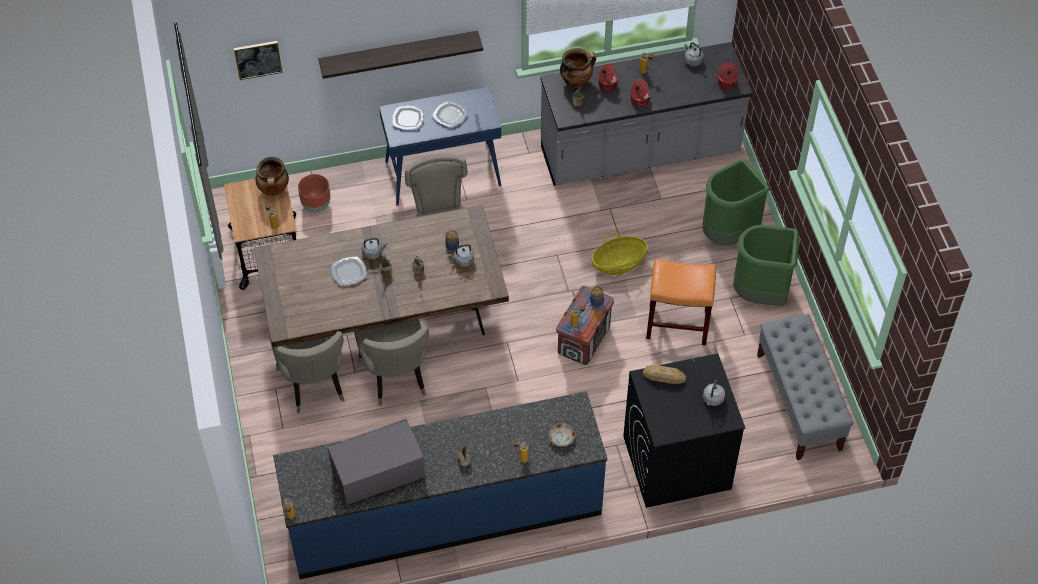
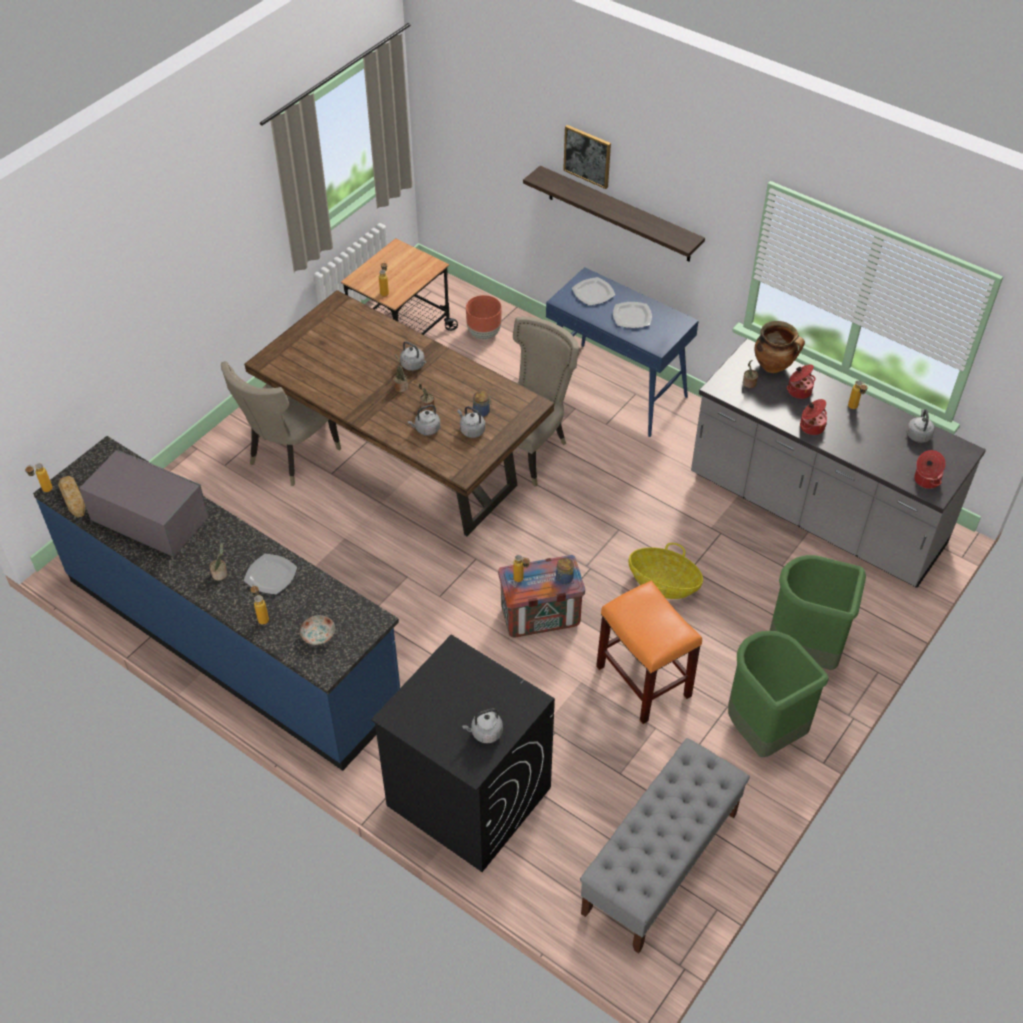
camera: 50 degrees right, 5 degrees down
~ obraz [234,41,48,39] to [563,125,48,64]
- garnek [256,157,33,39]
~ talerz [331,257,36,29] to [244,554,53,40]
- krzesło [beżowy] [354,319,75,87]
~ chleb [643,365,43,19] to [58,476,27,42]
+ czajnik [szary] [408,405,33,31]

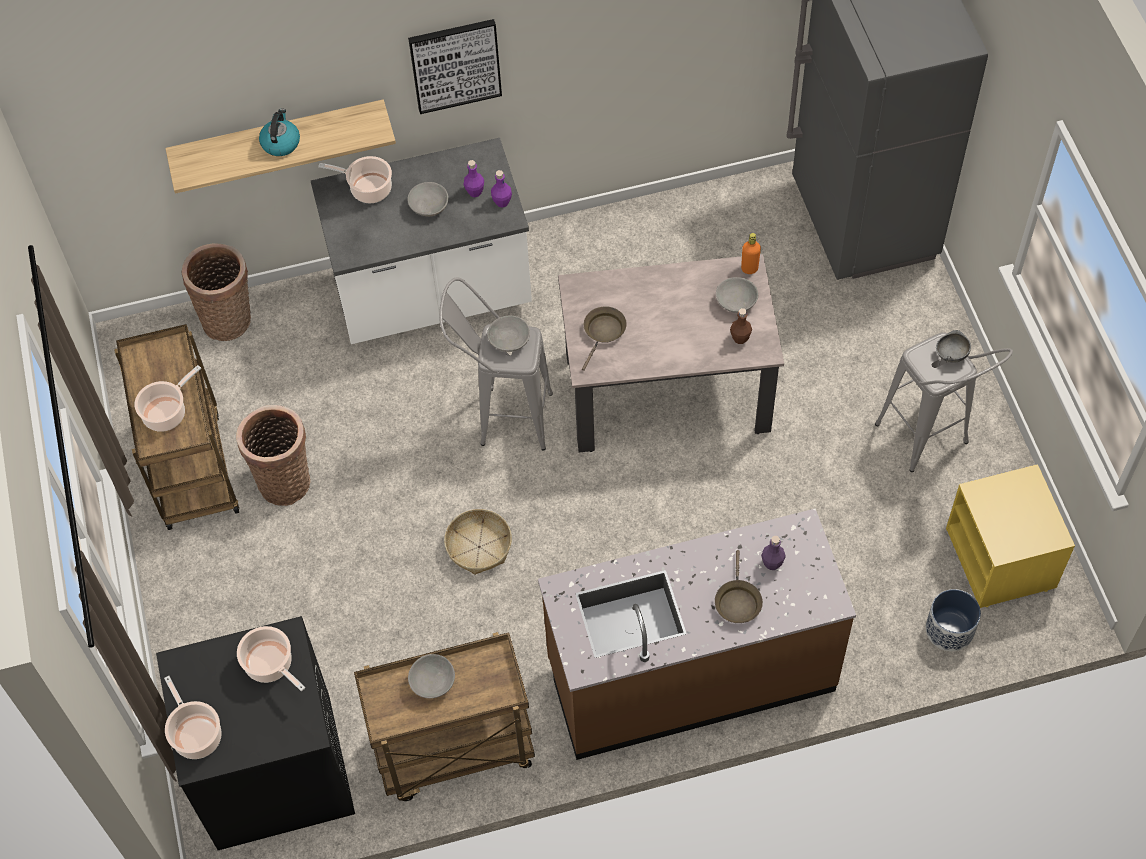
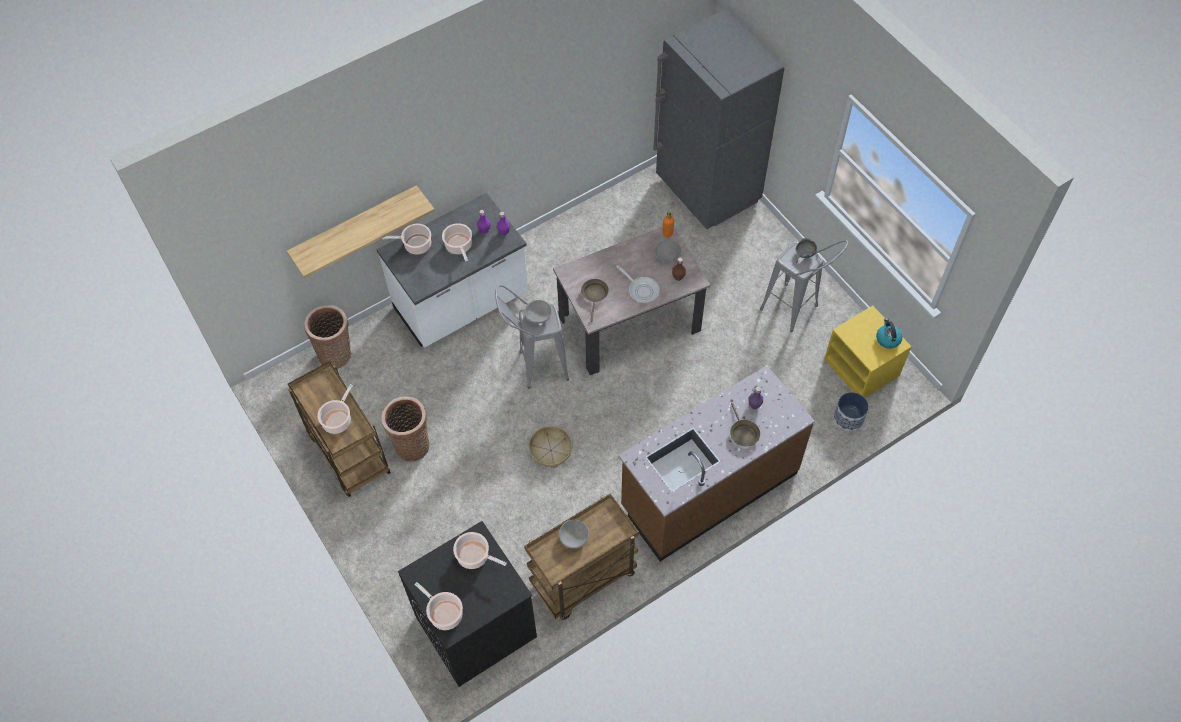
camera: 20 degrees left, 0 degrees up
~ czajnik [259,109,41,47] to [876,318,26,31]
- obraz [408,19,94,95]
~ miska [szary] [408,182,41,35] to garnek [442,223,30,39]
+ patelnia [616,265,44,38]

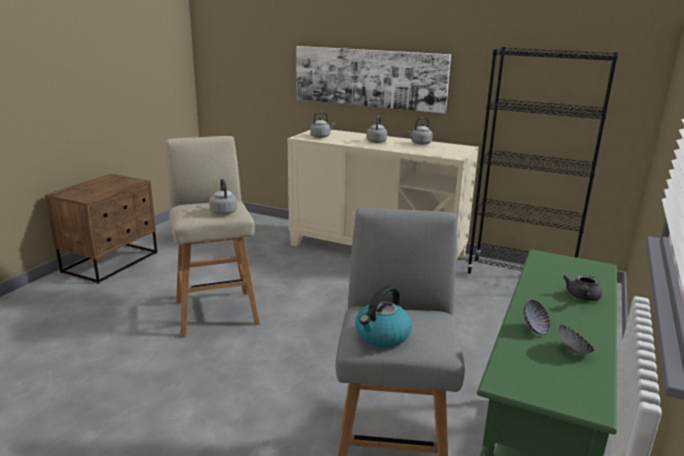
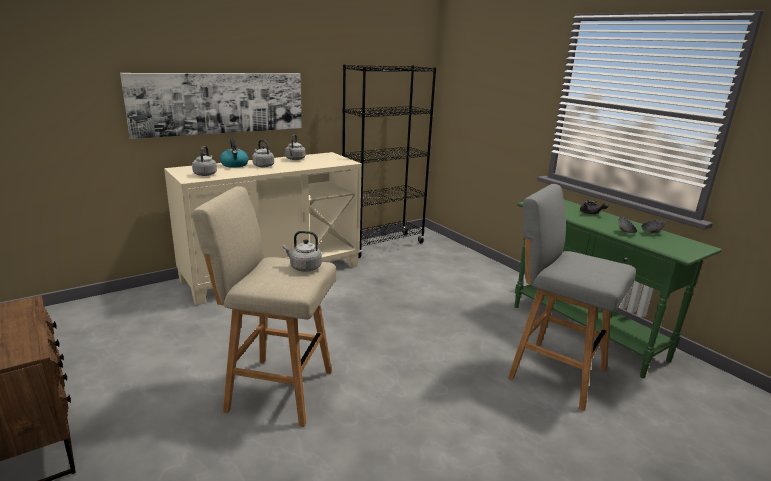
camera: 60 degrees left, 0 degrees up
~ czajnik [355,285,57,63] to [220,138,29,30]

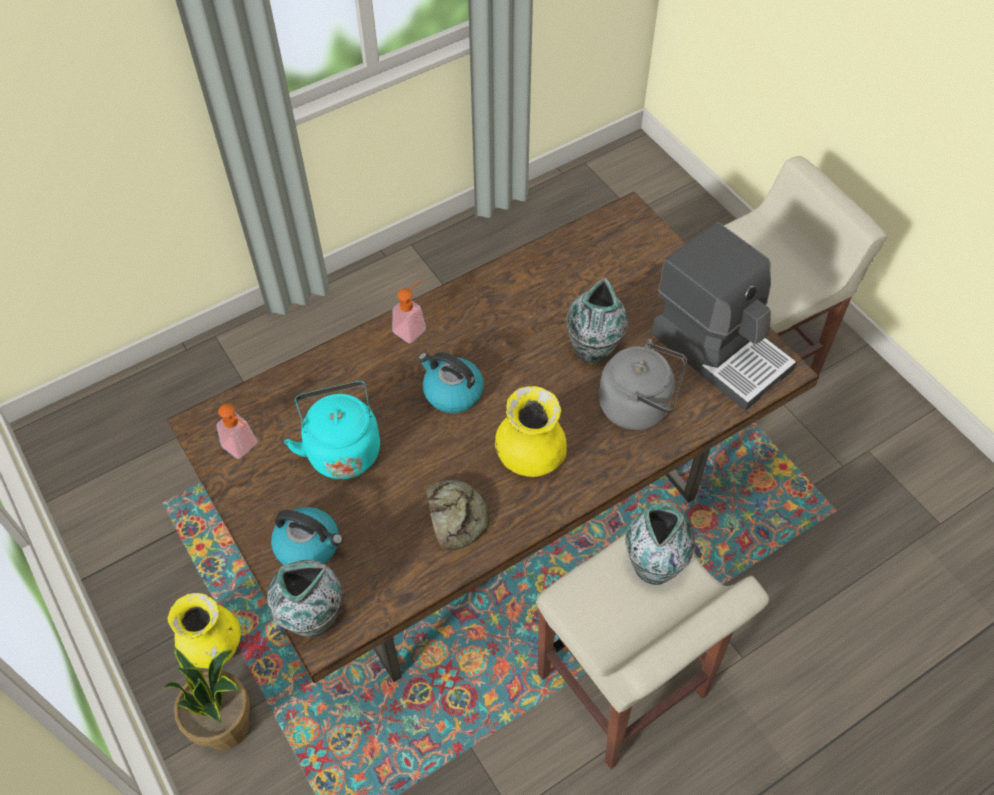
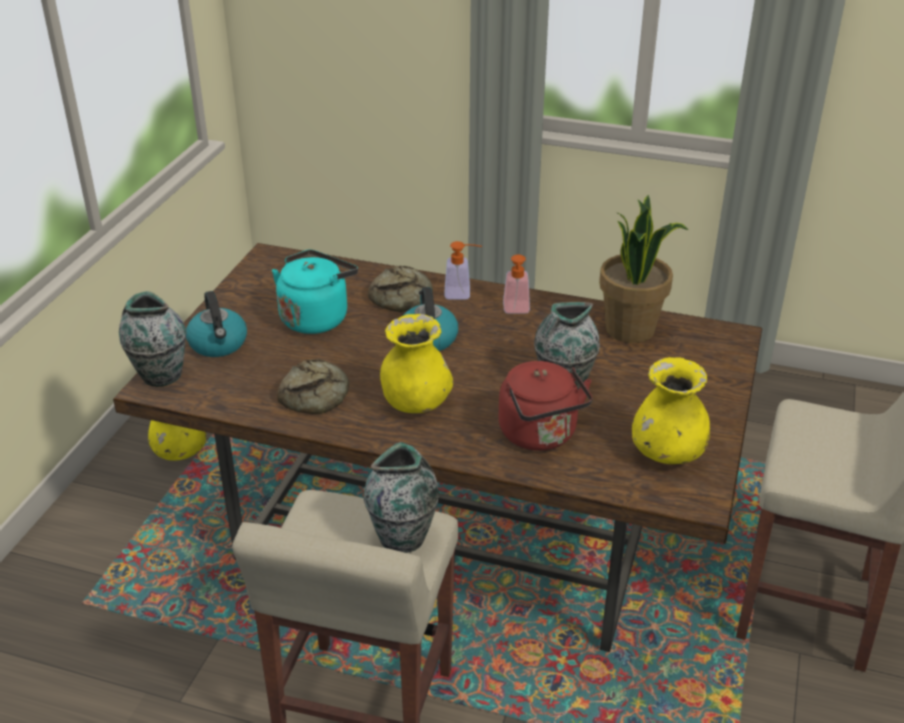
camera: 50 degrees right, 20 degrees down
~ roślina doniczkowa [164,647,86,103] to [599,195,89,148]
~ dozownik mydła [216,404,42,55] to [503,254,27,60]
~ czajnik [szary] [599,339,88,91] to czajnik [czerwony] [498,361,95,90]
~ ekspres do kawy [651,222,146,189] to wazon [żółty] [632,357,78,107]
+ chleb [368,266,65,46]

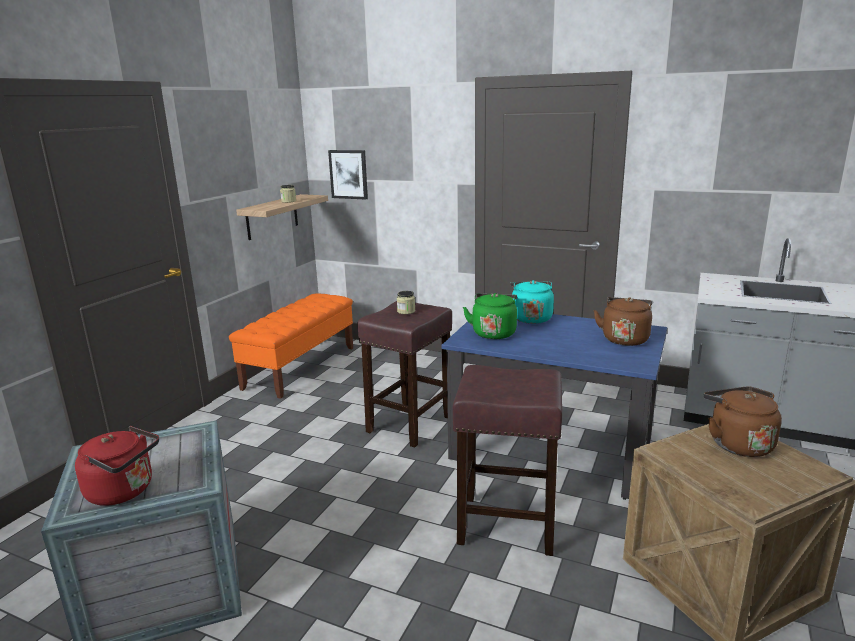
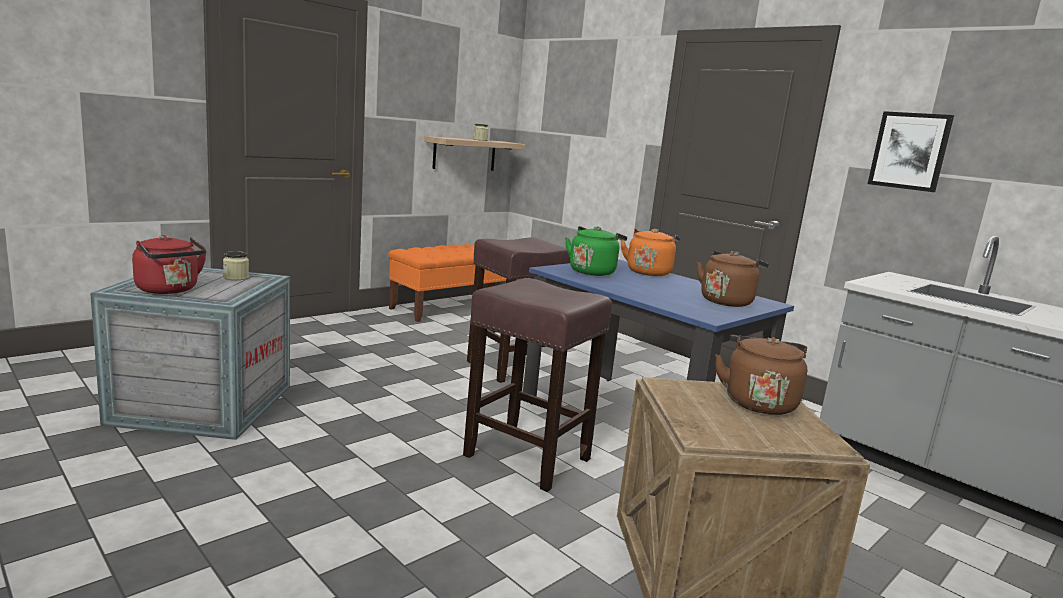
camera: 20 degrees right, 5 degrees down
~ obraz [328,150,40,50] to [868,111,86,81]
~ słoik [397,291,18,23] to [223,251,26,29]
~ czajnik [turkusowy] [510,280,44,44] to czajnik [pomarańczowy] [621,229,59,47]

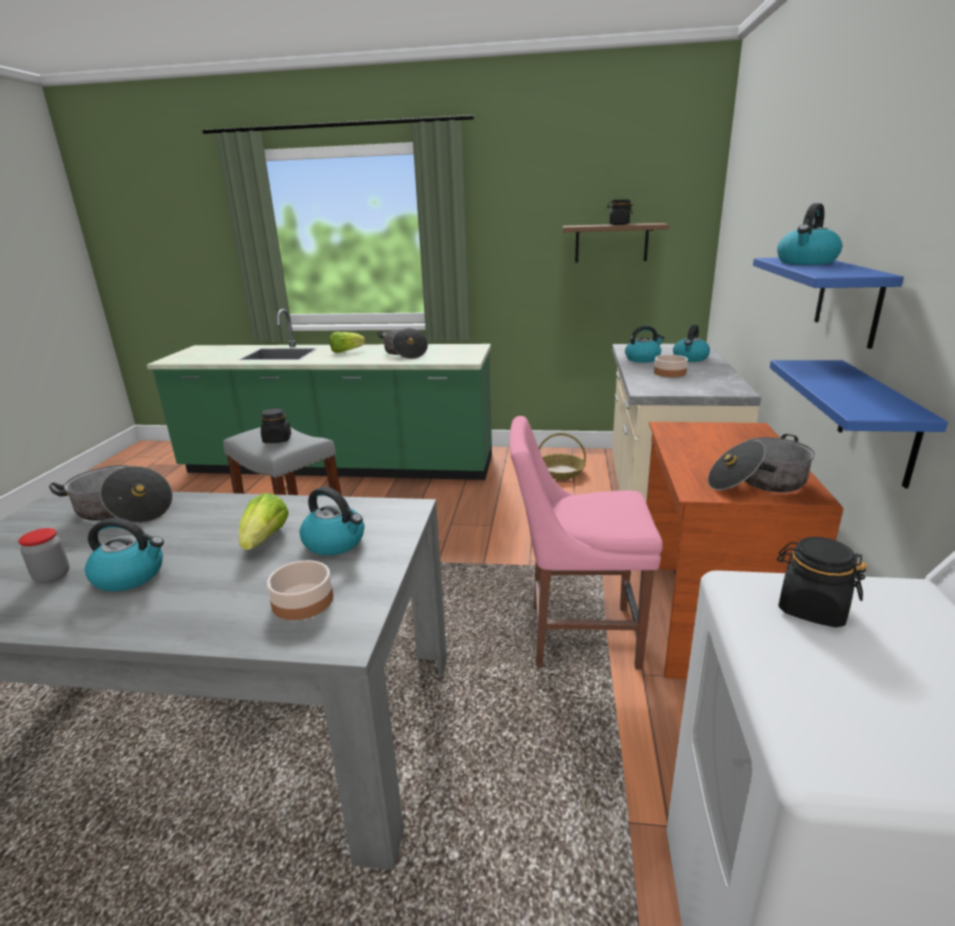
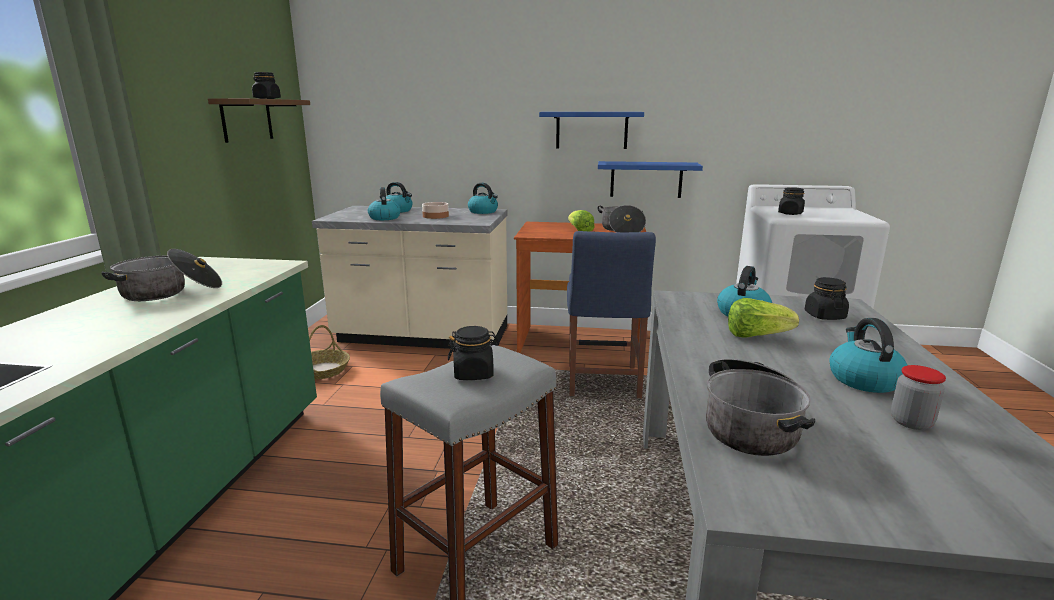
camera: 90 degrees left, 5 degrees down
~ miska [267,560,66,60] to słoik [czarny] [805,277,44,43]
~ sałata [330,332,35,21] to [568,210,27,21]
~ krzesło [różowy] [509,416,154,254] to krzesło [niebieski] [567,231,89,167]
~ czajnik [777,203,65,62] to [468,183,30,31]

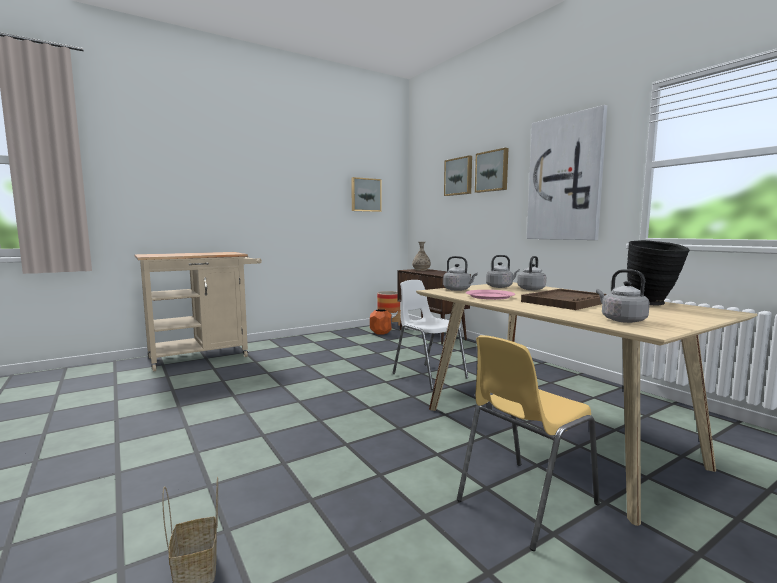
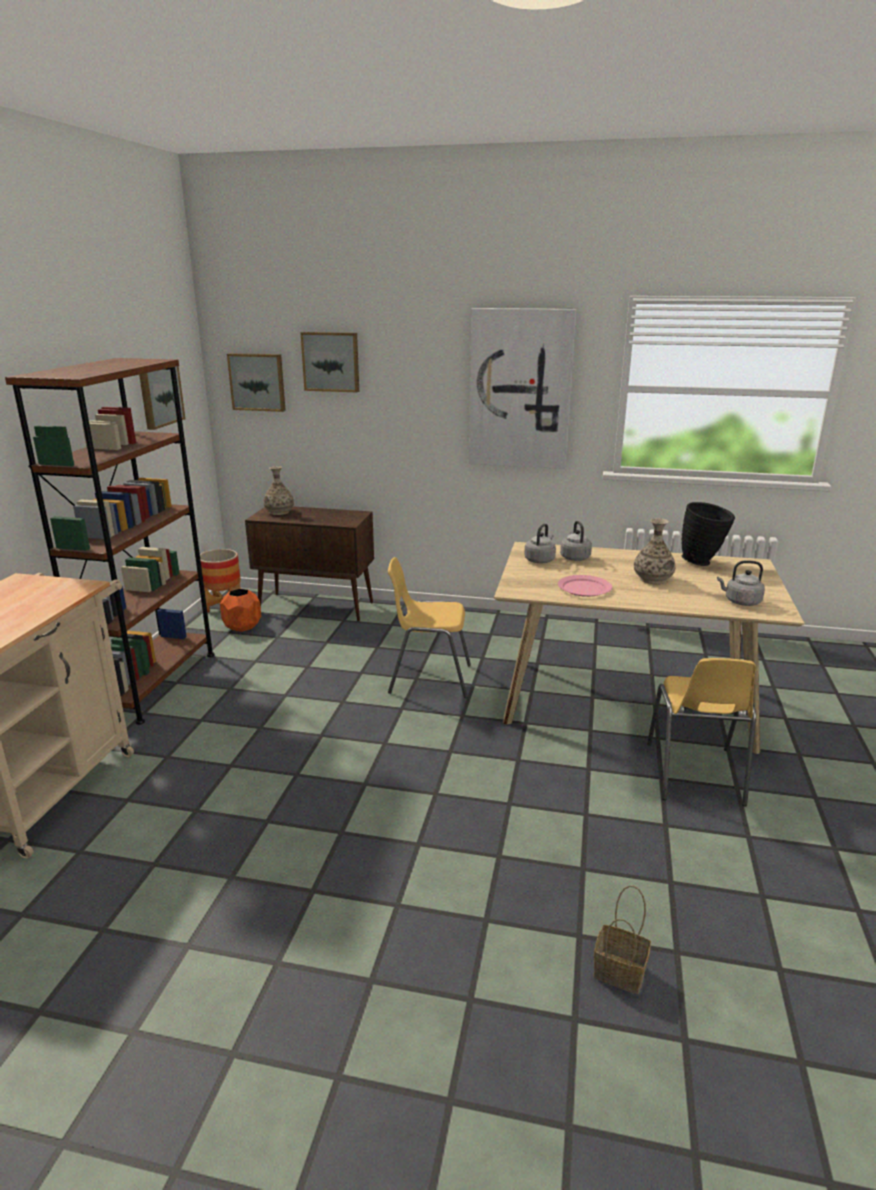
camera: 45 degrees left, 15 degrees up
~ krzesło [biały] [393,280,75,110] to krzesło [żółty] [388,557,83,141]
- czajnik [szary] [443,256,35,35]
~ obraz [475,148,33,45] to [227,353,59,59]
~ taca [brązowy] [521,289,85,21] to wazon [634,518,42,66]
+ regał [brązowy] [5,358,210,367]

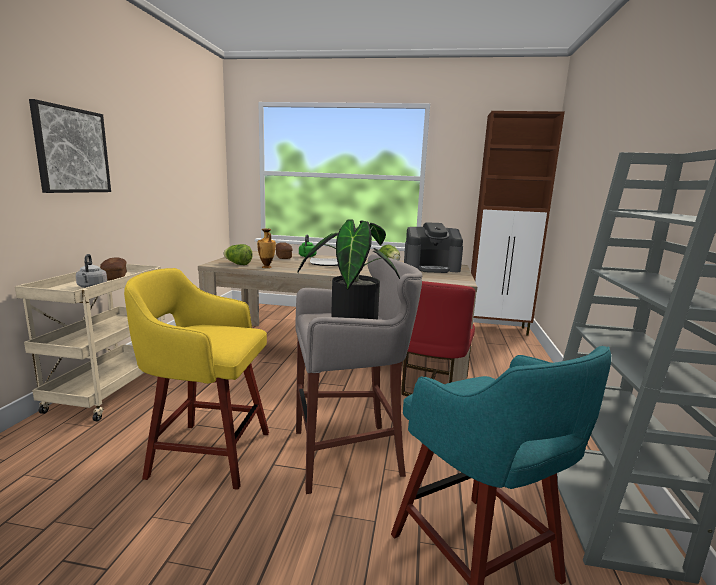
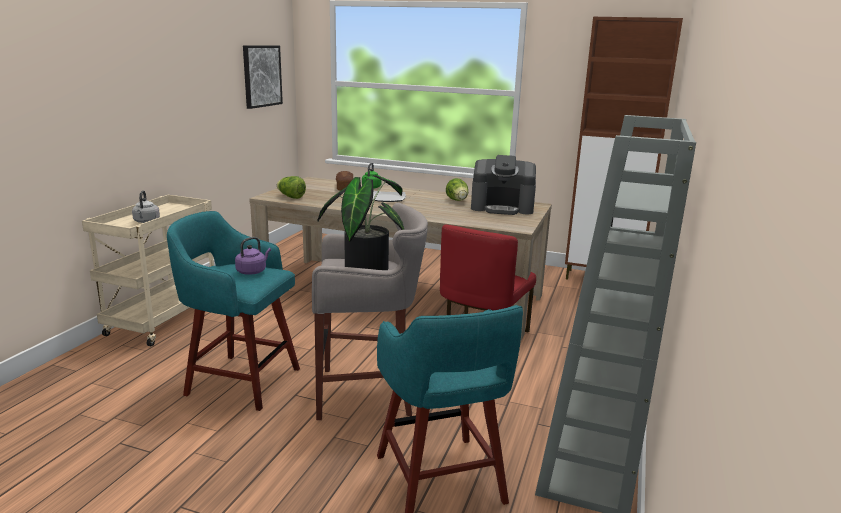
camera: 10 degrees right, 5 degrees up
~ obraz [29,99,82,94] to [243,45,40,64]
- chleb [100,258,27,23]
~ stołek [żółty] [124,268,145,222] to stołek [turkusowy] [167,211,133,200]
- wazon [257,229,19,39]
+ czajnik [fioletowy] [235,237,36,38]

